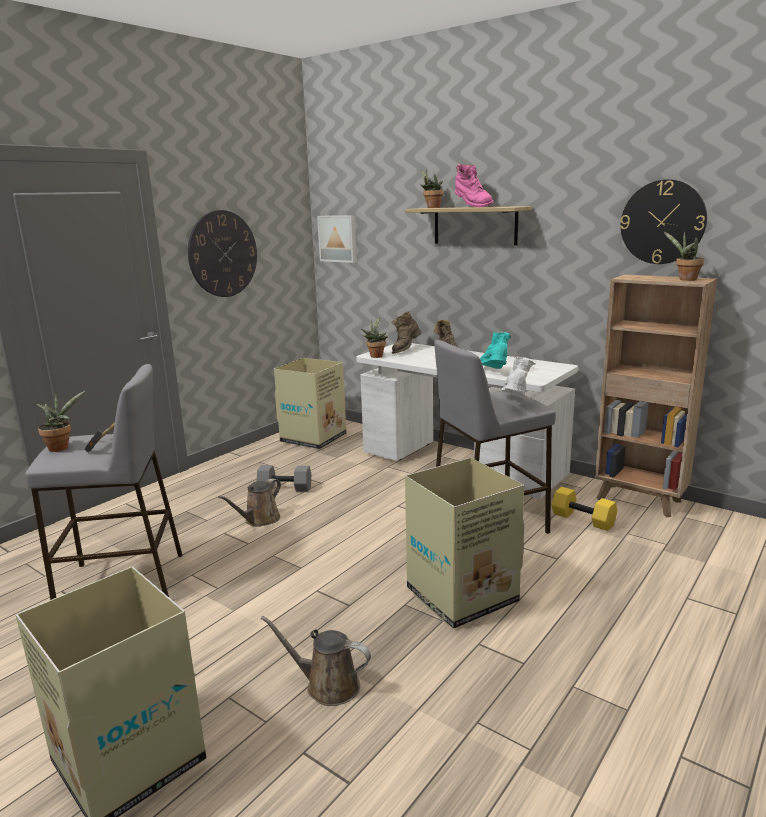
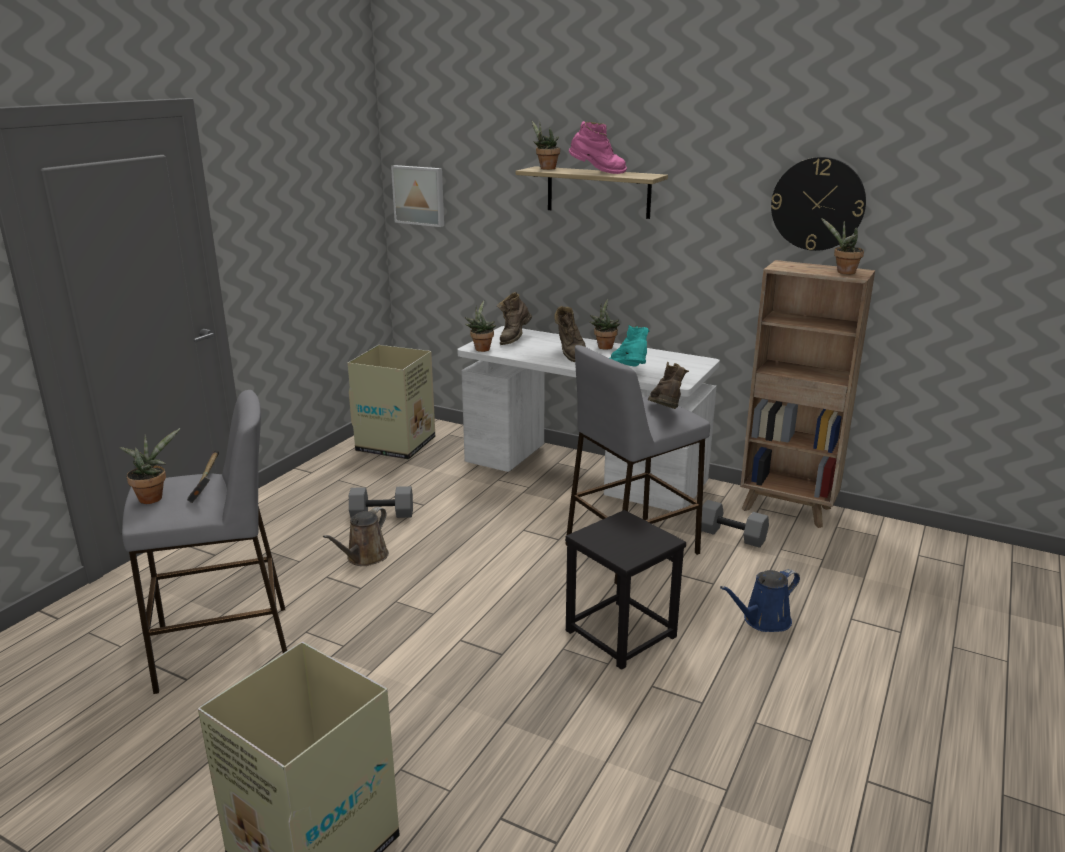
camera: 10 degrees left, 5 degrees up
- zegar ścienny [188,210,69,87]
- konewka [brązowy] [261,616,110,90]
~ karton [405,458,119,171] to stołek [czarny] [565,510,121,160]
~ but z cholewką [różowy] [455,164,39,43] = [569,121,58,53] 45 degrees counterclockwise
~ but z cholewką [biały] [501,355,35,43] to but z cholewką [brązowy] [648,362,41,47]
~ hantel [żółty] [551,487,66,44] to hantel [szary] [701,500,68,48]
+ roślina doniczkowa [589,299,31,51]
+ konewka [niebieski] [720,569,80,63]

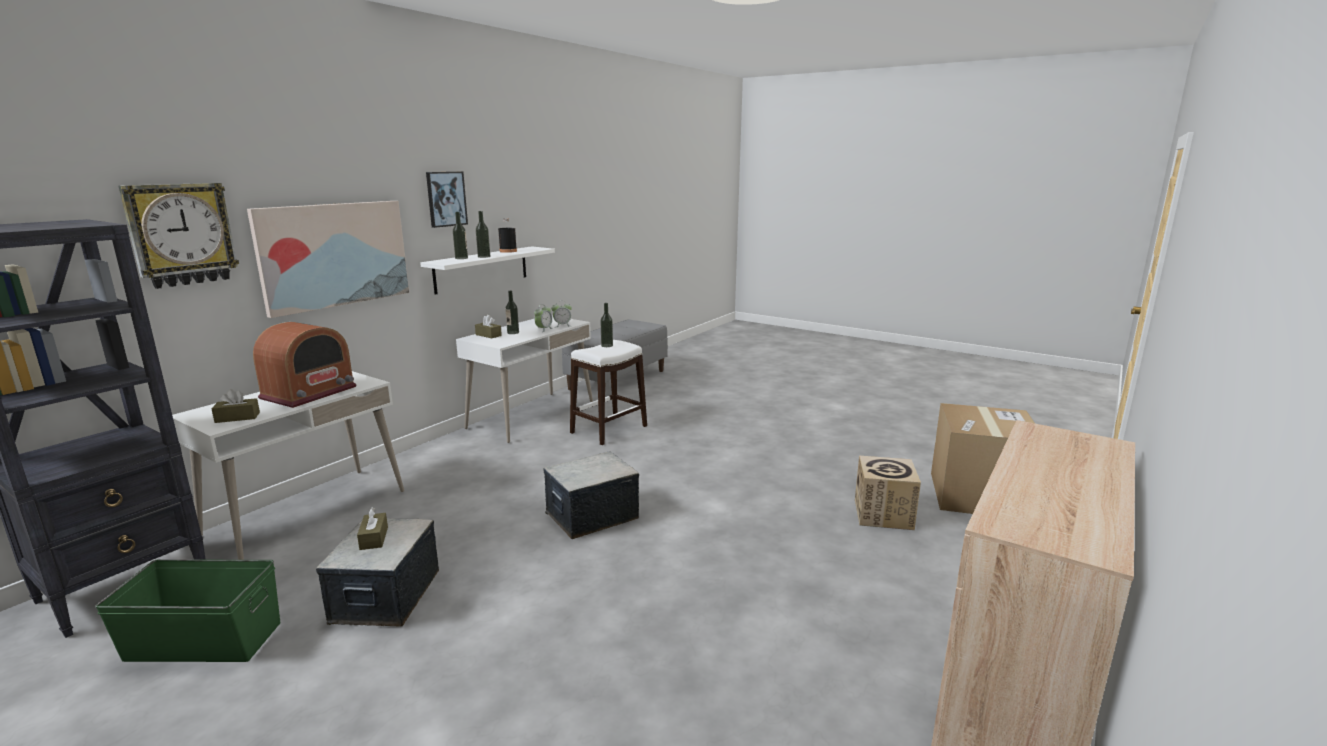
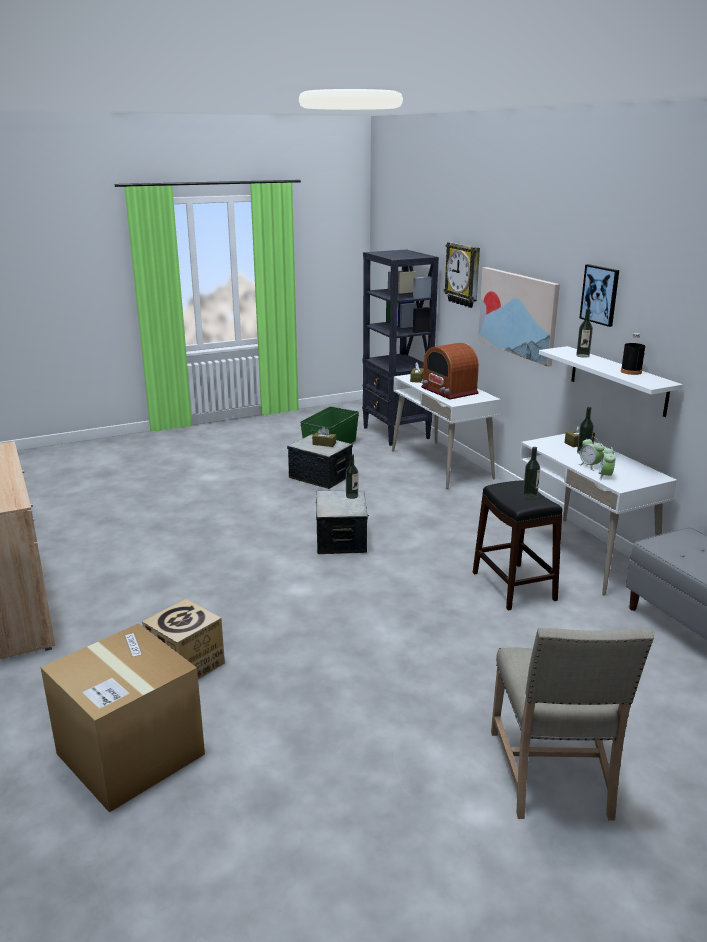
camera: 120 degrees right, 5 degrees up
~ butelka [476,211,14,47] to [346,454,12,45]
~ stołek [biały] [570,340,77,105] to stołek [czarny] [473,480,90,131]
+ krzesło [beżowy] [491,628,163,193]

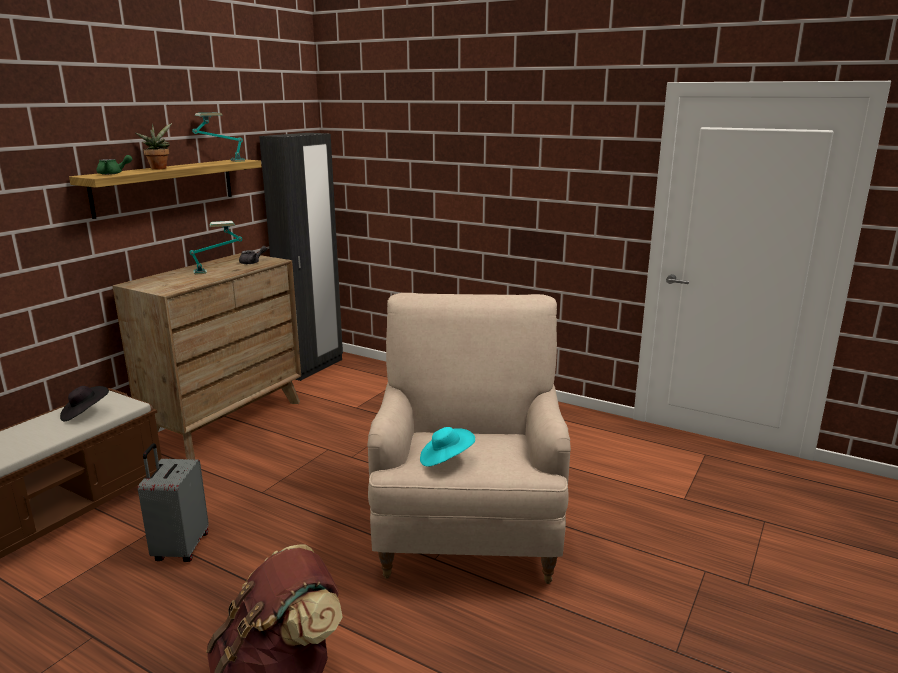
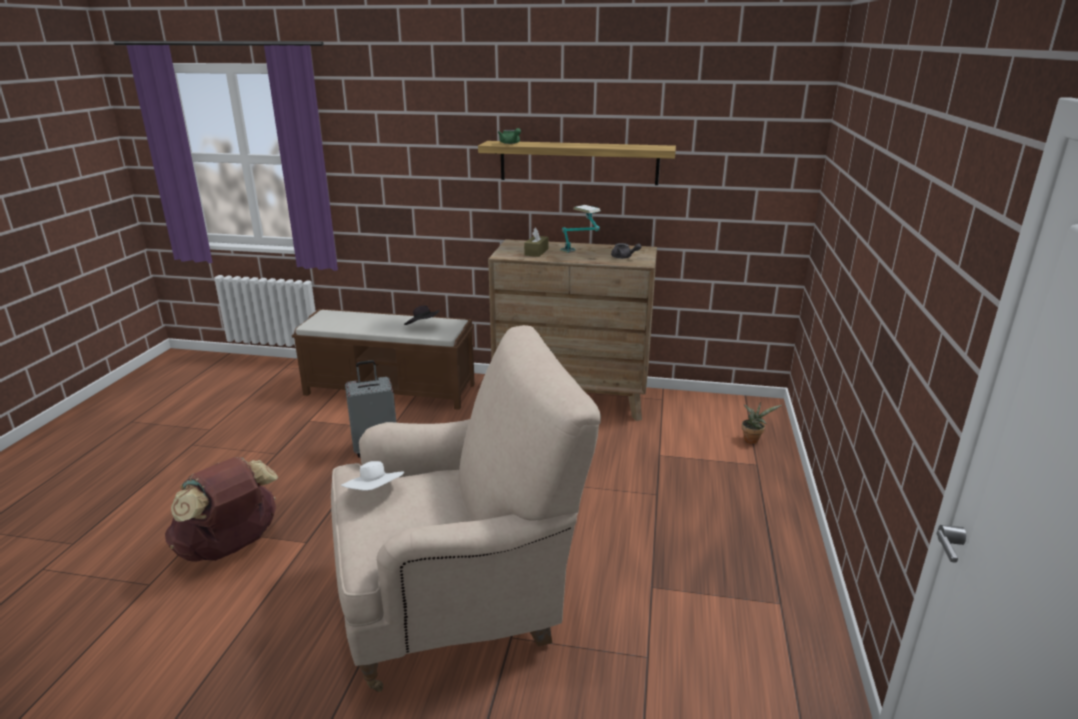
camera: 70 degrees right, 5 degrees up
~ roślina doniczkowa [136,123,36,47] to [742,402,40,42]
- lampa stołowa [192,113,53,49]
- szafa [czarny] [259,133,84,248]
~ kapelusz [turkusowy] [420,427,55,40] to kapelusz [biały] [341,461,63,29]
+ pudełko chusteczek [brązowy] [524,227,25,30]

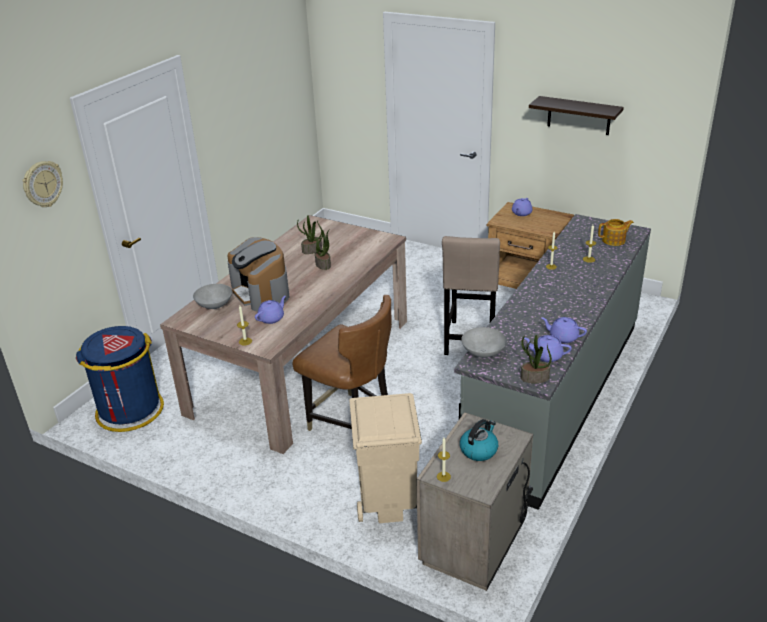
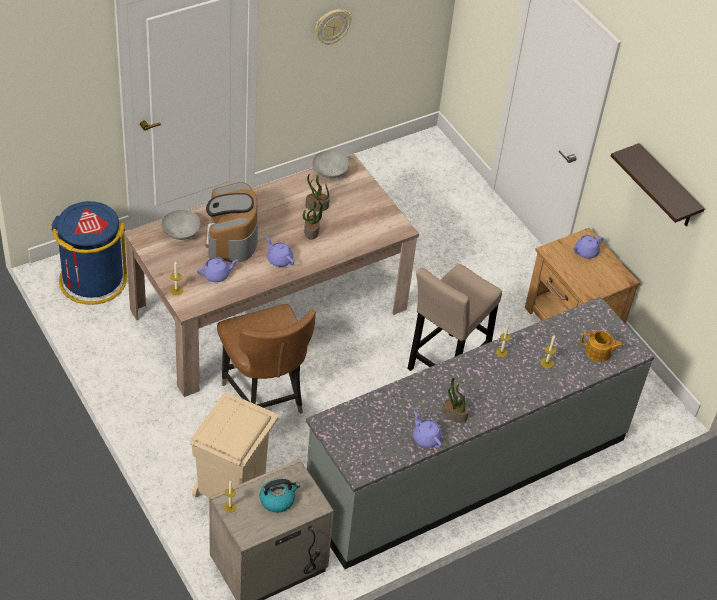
camera: 25 degrees right, 15 degrees up
~ zegar ścienny [22,161,41,46] to [315,9,36,36]
~ miska [szary] [461,327,46,31] to [313,150,37,28]
~ roślina doniczkowa [520,335,32,48] to [442,378,27,45]
~ imbryk [fioletowy] [524,335,48,27] to [266,237,28,30]

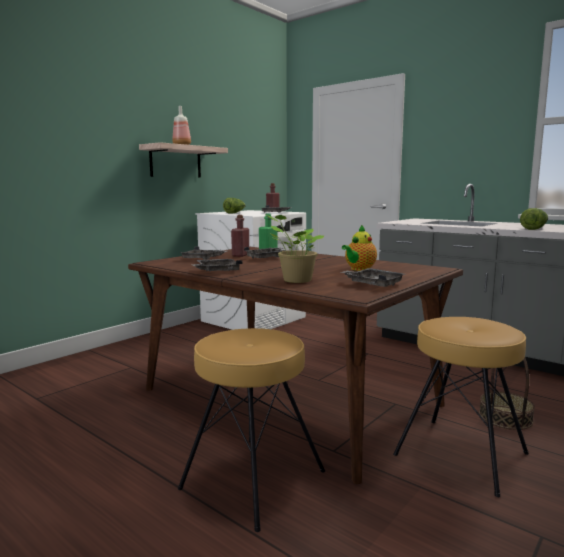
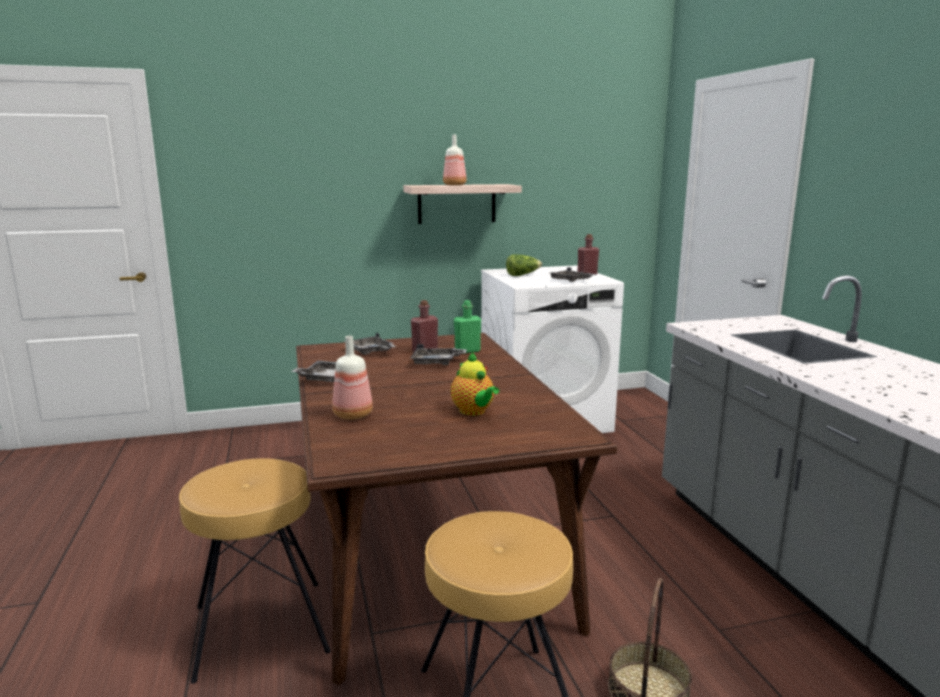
camera: 35 degrees right, 5 degrees up
~ roślina doniczkowa [264,214,60,69] to butelka [332,336,41,84]
- taca [szary] [341,268,64,19]
~ imbryk [342,225,35,46] = [451,352,48,64] 105 degrees counterclockwise
- sałata [520,208,28,22]

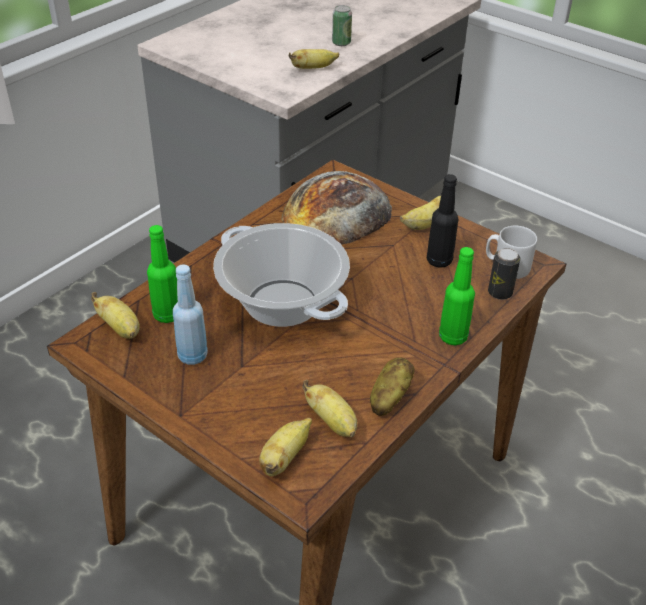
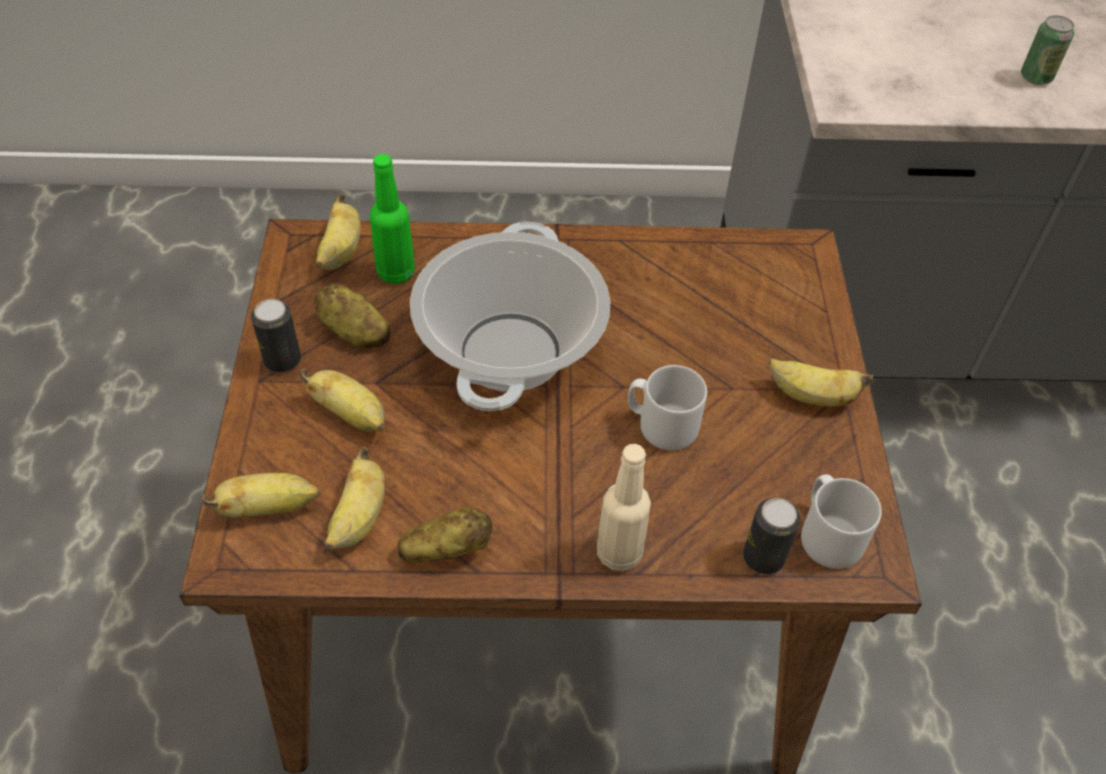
camera: 50 degrees right, 10 degrees up
~ butelka [niebieski] [173,264,35,101] to ziemniak [314,283,76,65]
- chleb [281,171,111,74]
~ banan [289,49,50,20] to [300,368,85,63]
- butelka [czarny] [427,174,31,94]
~ butelka [zielony] [439,247,36,98] to butelka [beżowy] [597,444,54,127]
+ puszka [251,299,50,73]
+ kubek [szary] [628,365,79,86]

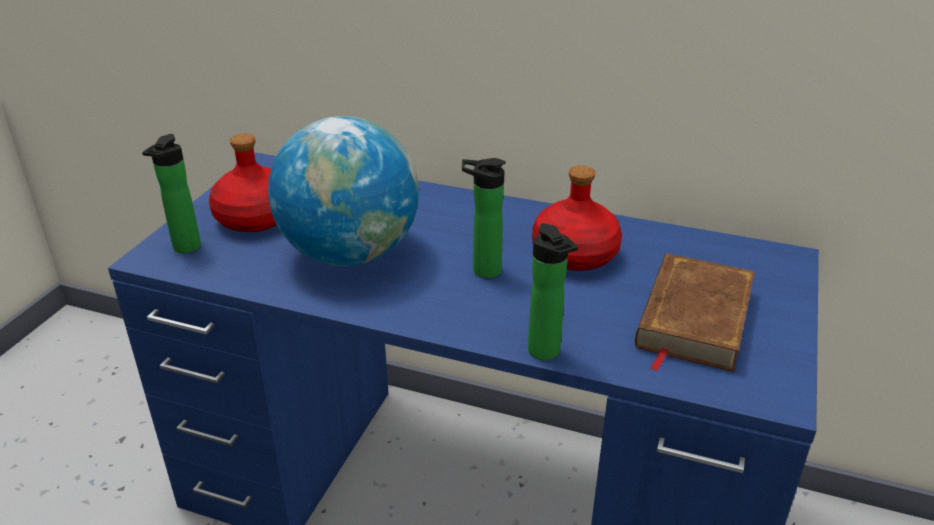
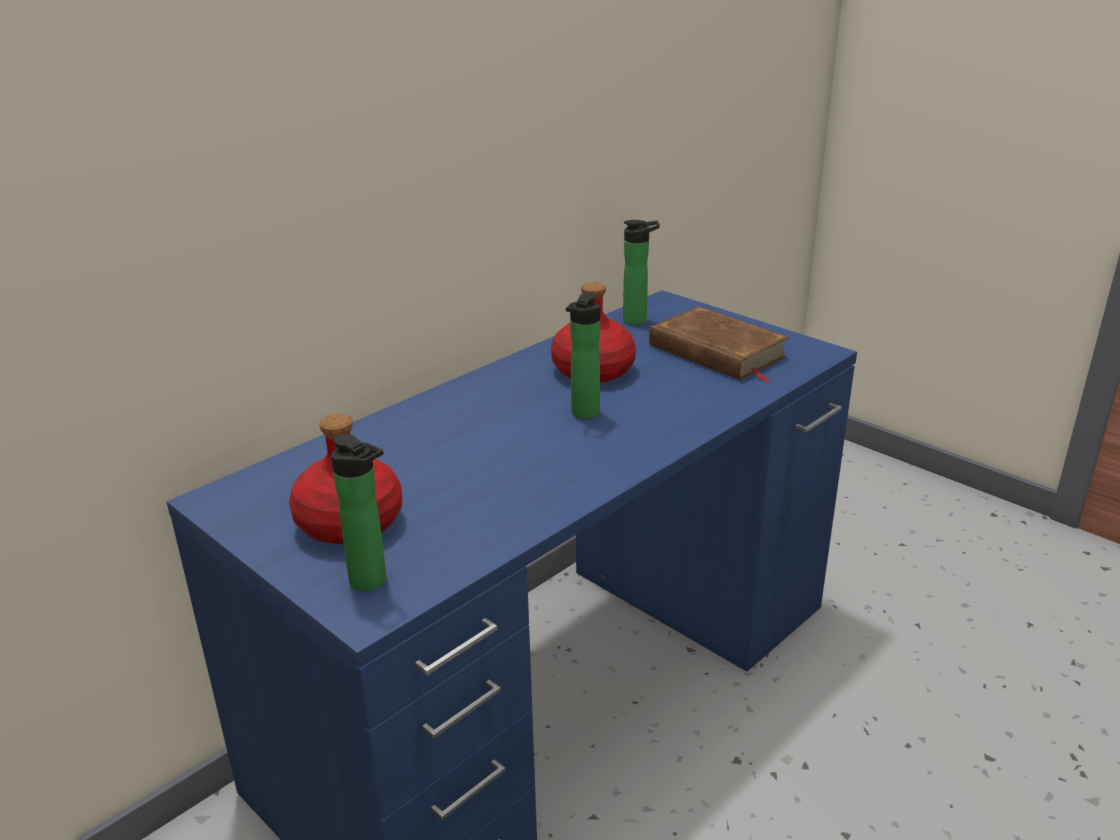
camera: 65 degrees left, 5 degrees down
- globus [268,116,151,150]
~ butelka [528,223,50,137] to [623,220,37,105]

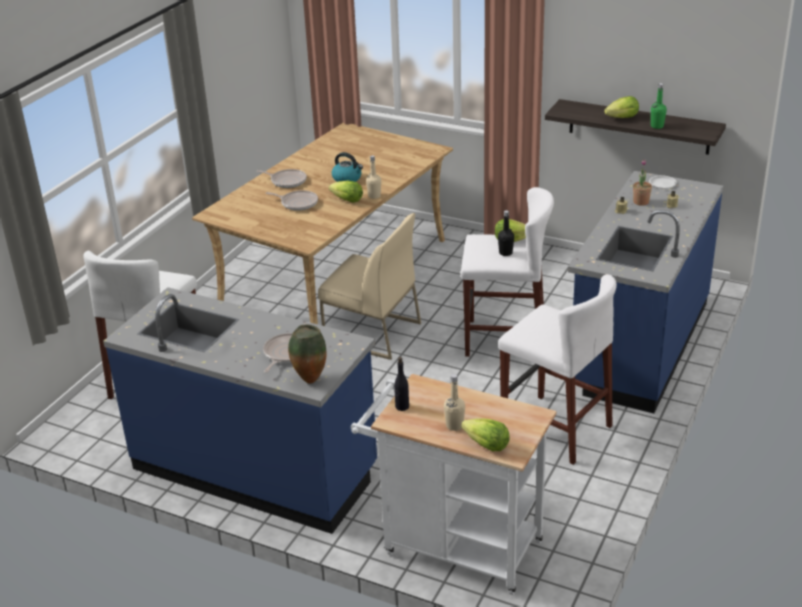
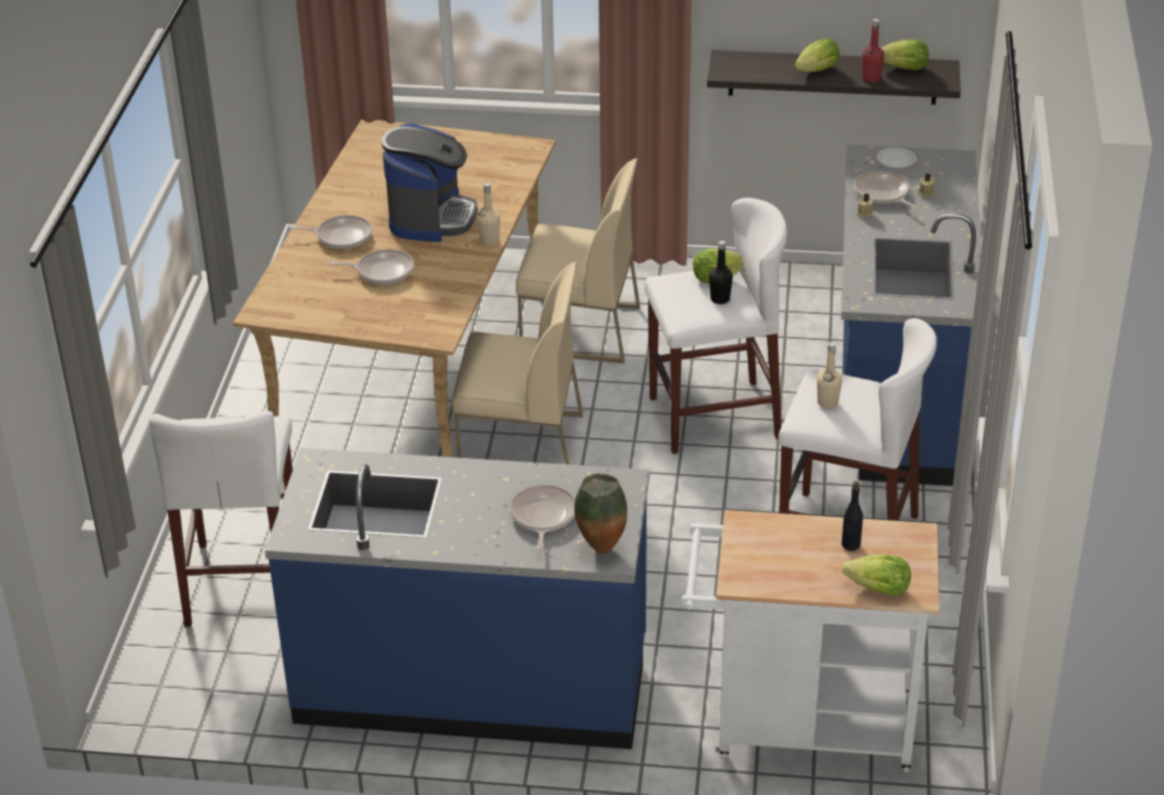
camera: 20 degrees left, 5 degrees up
~ sałata [329,181,34,22] to [881,40,48,31]
~ czajnik [332,152,31,30] to ekspres do kawy [381,124,97,118]
~ butelka [czarny] [394,357,15,54] to [842,481,21,70]
~ butelka [beżowy] [444,374,21,57] to [817,342,25,67]
~ roślina doniczkowa [633,160,19,46] to patelnia [854,171,65,39]
~ butelka [zielony] [651,83,16,46] to butelka [czerwony] [862,19,23,63]
+ krzesło [beżowy] [516,158,124,206]

